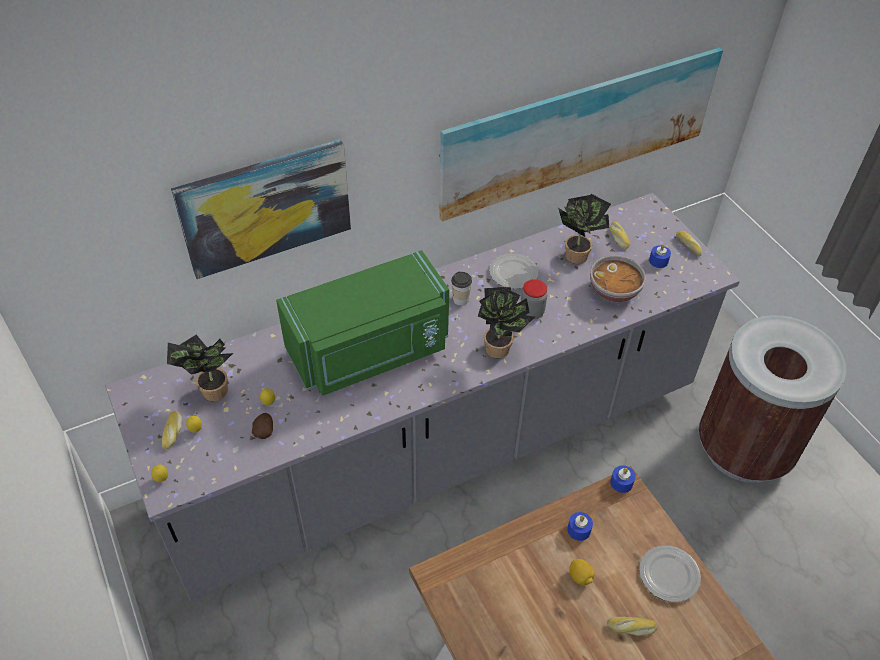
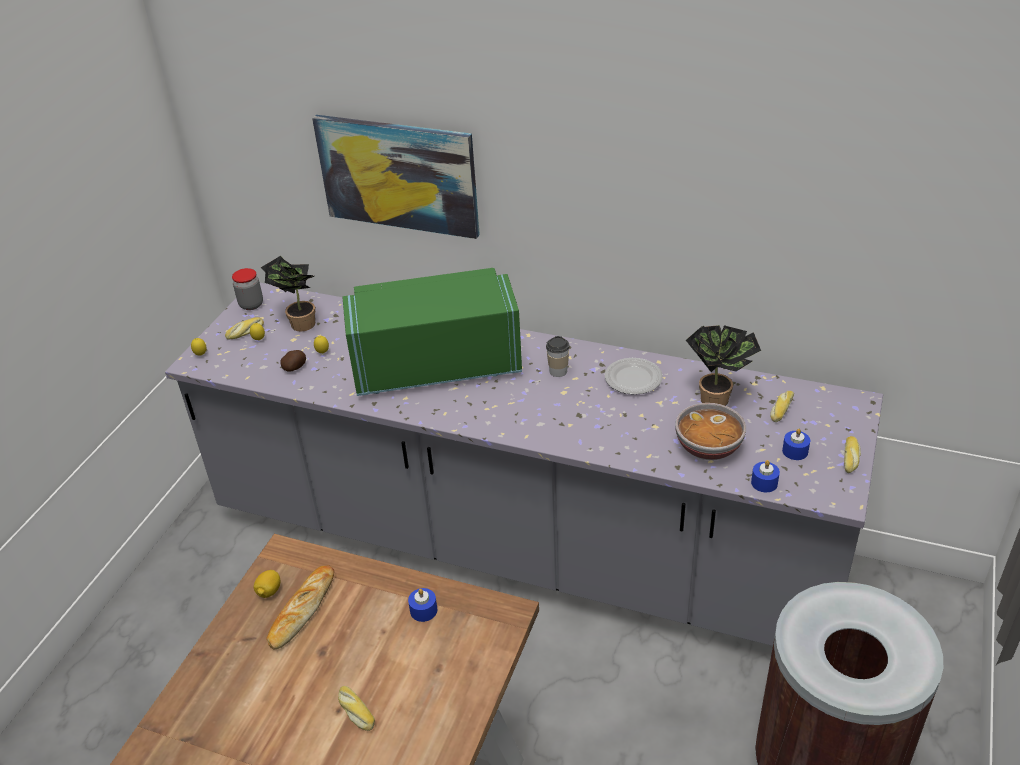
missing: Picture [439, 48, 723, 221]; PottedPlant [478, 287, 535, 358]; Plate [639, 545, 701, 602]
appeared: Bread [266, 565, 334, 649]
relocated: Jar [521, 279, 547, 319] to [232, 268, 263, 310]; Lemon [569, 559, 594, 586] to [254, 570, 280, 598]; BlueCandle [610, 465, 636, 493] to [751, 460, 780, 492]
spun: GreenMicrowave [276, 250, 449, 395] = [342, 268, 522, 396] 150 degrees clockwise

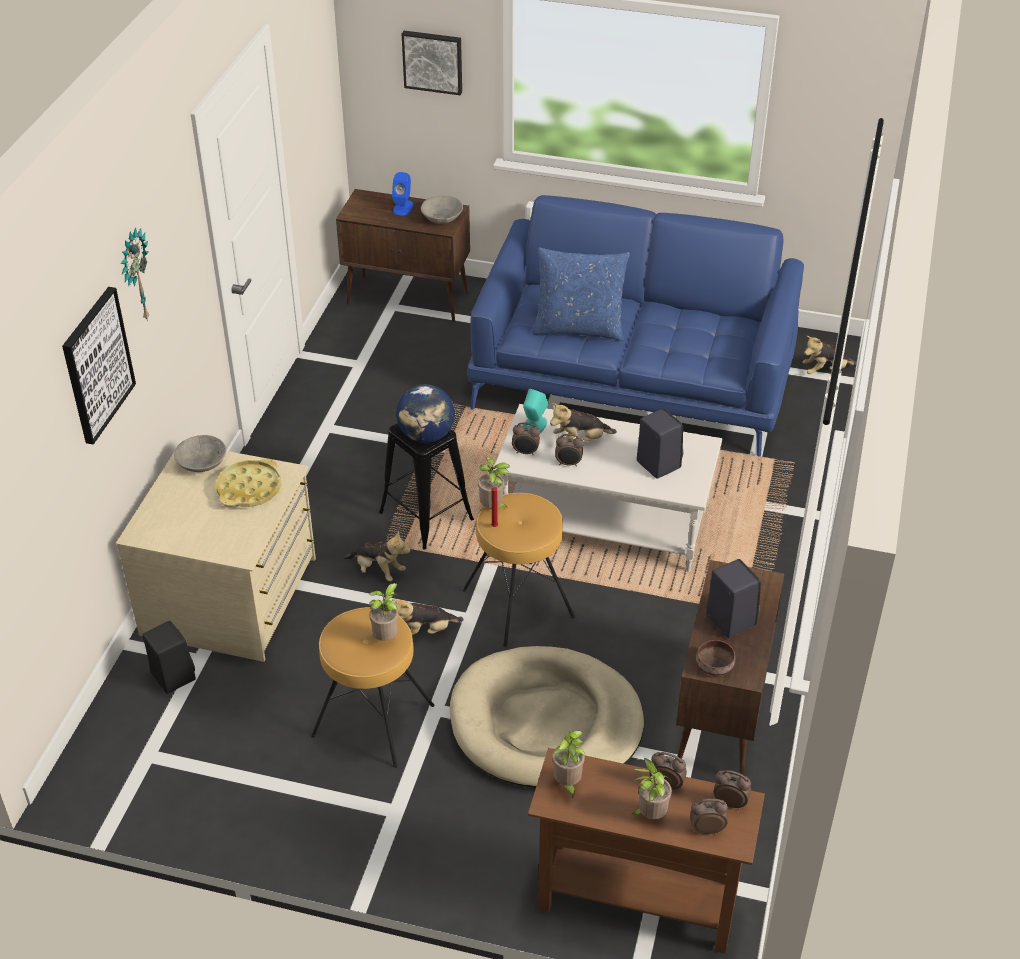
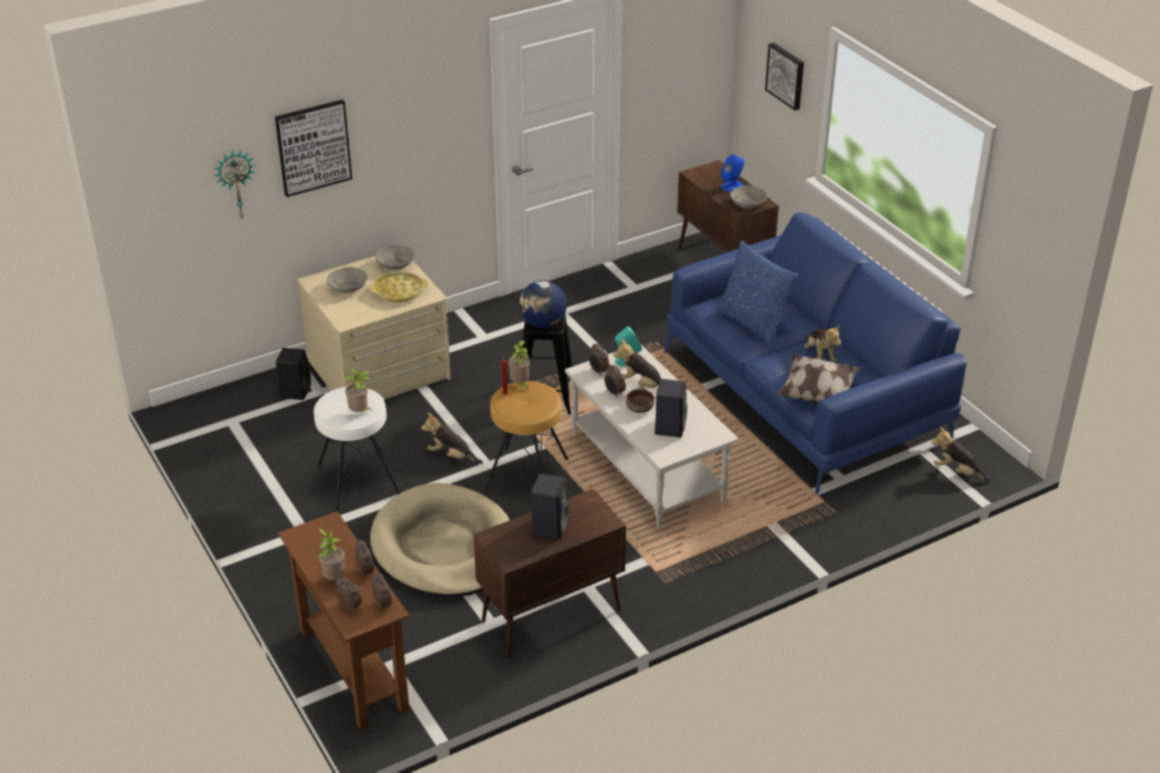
missing: PottedPlant [552, 731, 586, 799]
appeared: GreyBowl [327, 267, 368, 293]; Pillow [777, 354, 861, 404]
relocated: WallClock [121, 227, 150, 321] to [214, 150, 256, 221]; BrownBowl [696, 640, 735, 676] to [626, 389, 654, 413]; PlushToy [344, 530, 410, 581] to [804, 325, 841, 362]
colour: BrownStool [311, 607, 434, 768] to WhiteStool [314, 387, 400, 512]

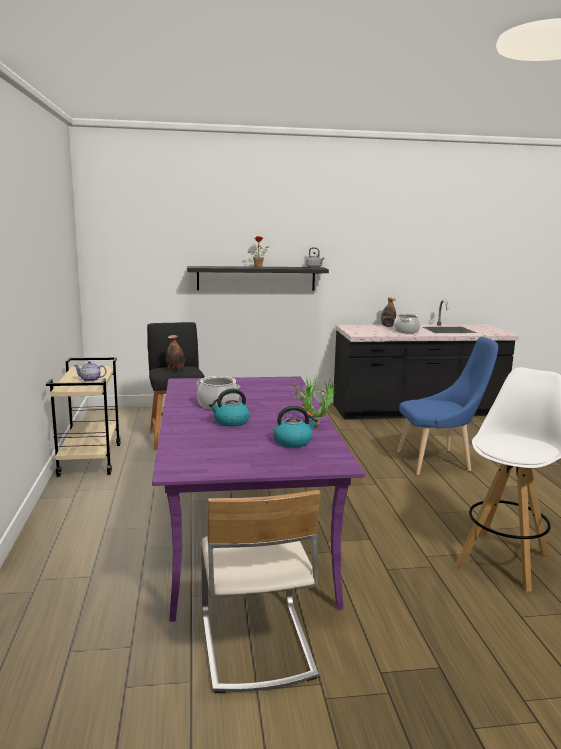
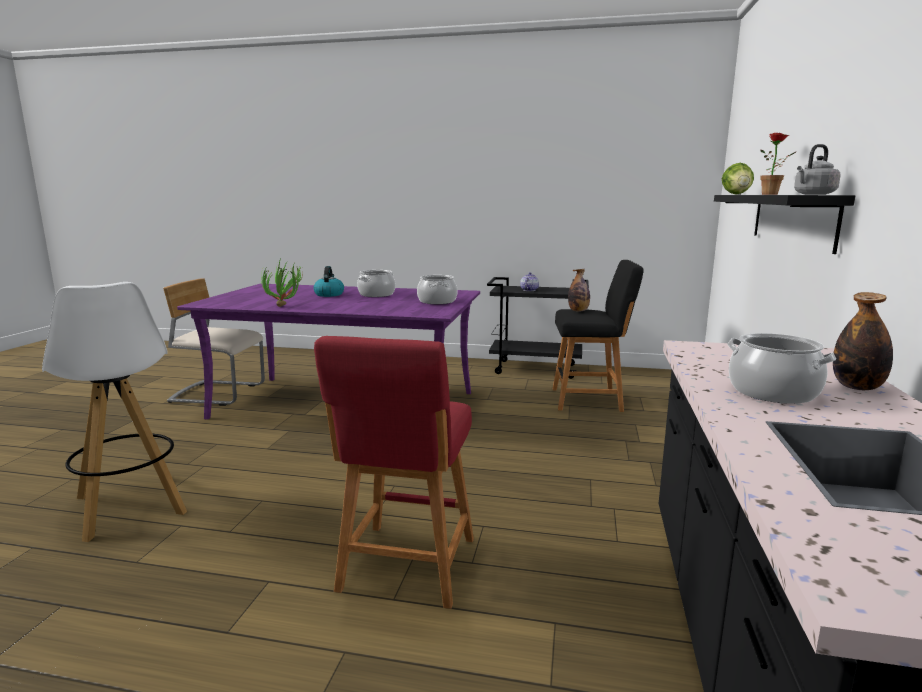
missing: Kettle [273, 406, 318, 448]
appeared: CookingPot [417, 275, 457, 304]; Lettuce [722, 163, 754, 195]
exchanged: BlueChair [397, 337, 498, 475] to RedStool [314, 336, 474, 609]
colour: BeigeCart [46, 357, 121, 477] to BlackCart [487, 277, 589, 379]

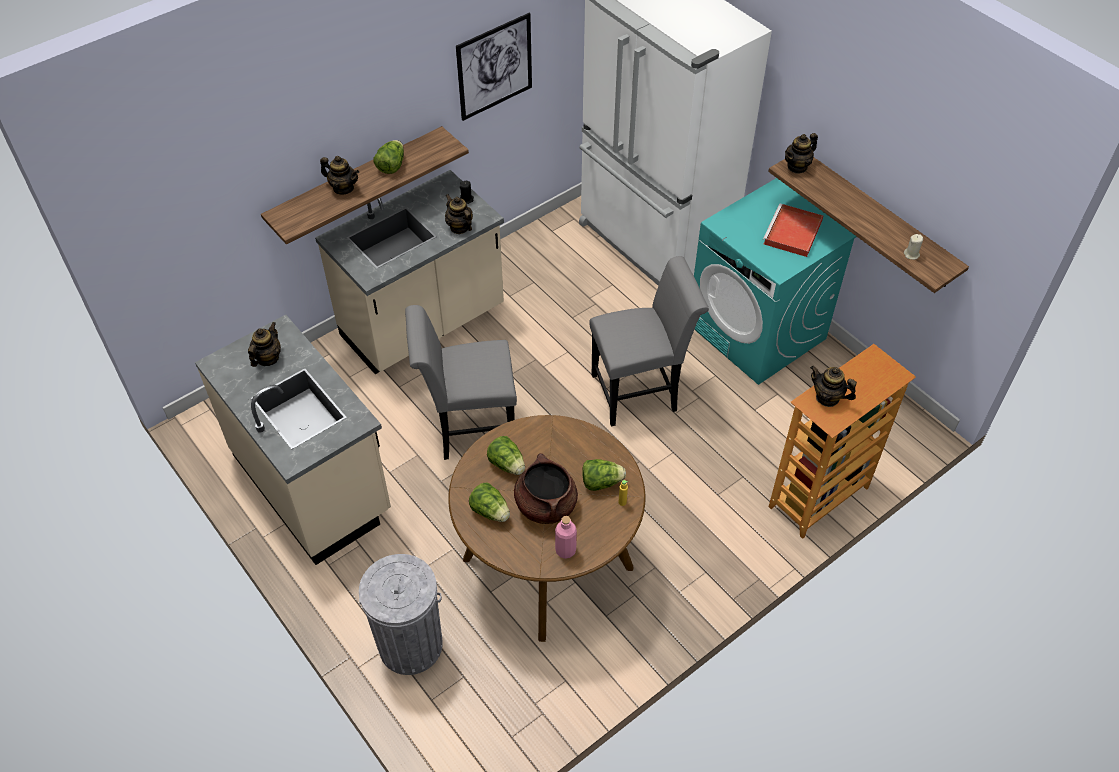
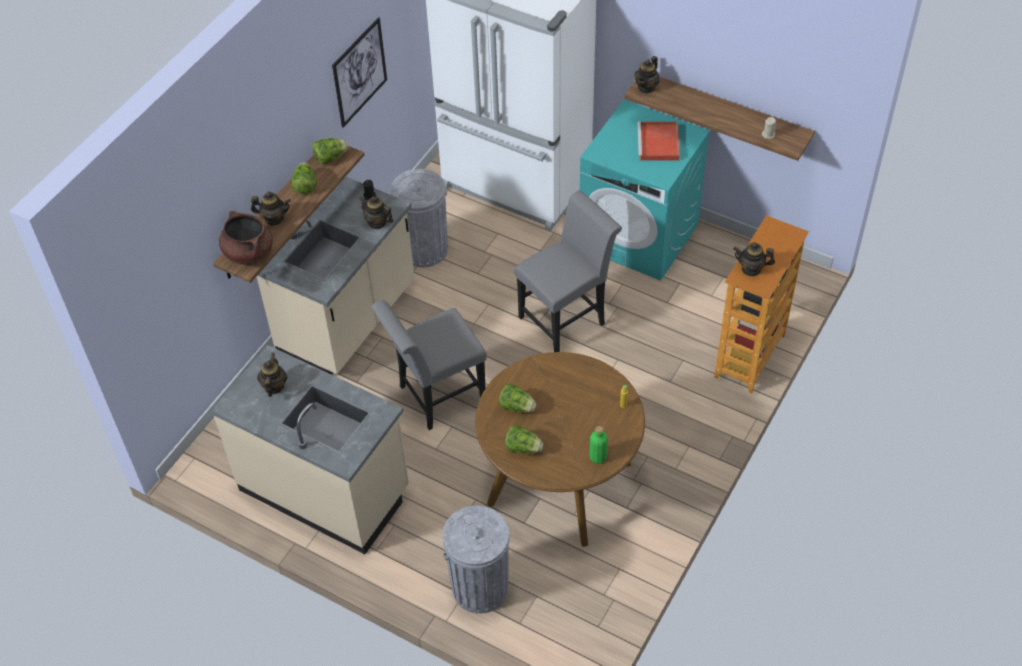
appeared: GreyTrashCan [390, 169, 448, 267]
relocated: BrownCookingPot [514, 453, 578, 524] to [219, 211, 273, 265]; Lettuce [582, 459, 626, 491] to [313, 138, 348, 164]
colour: PinkBottle [555, 516, 577, 559] to GreenBottle [589, 426, 608, 464]

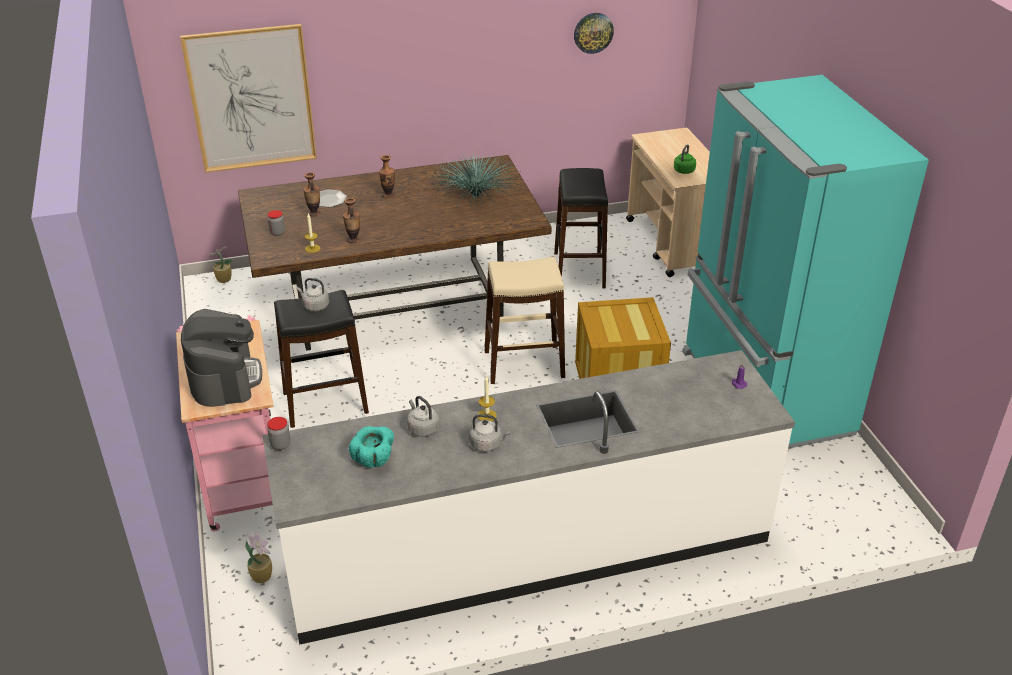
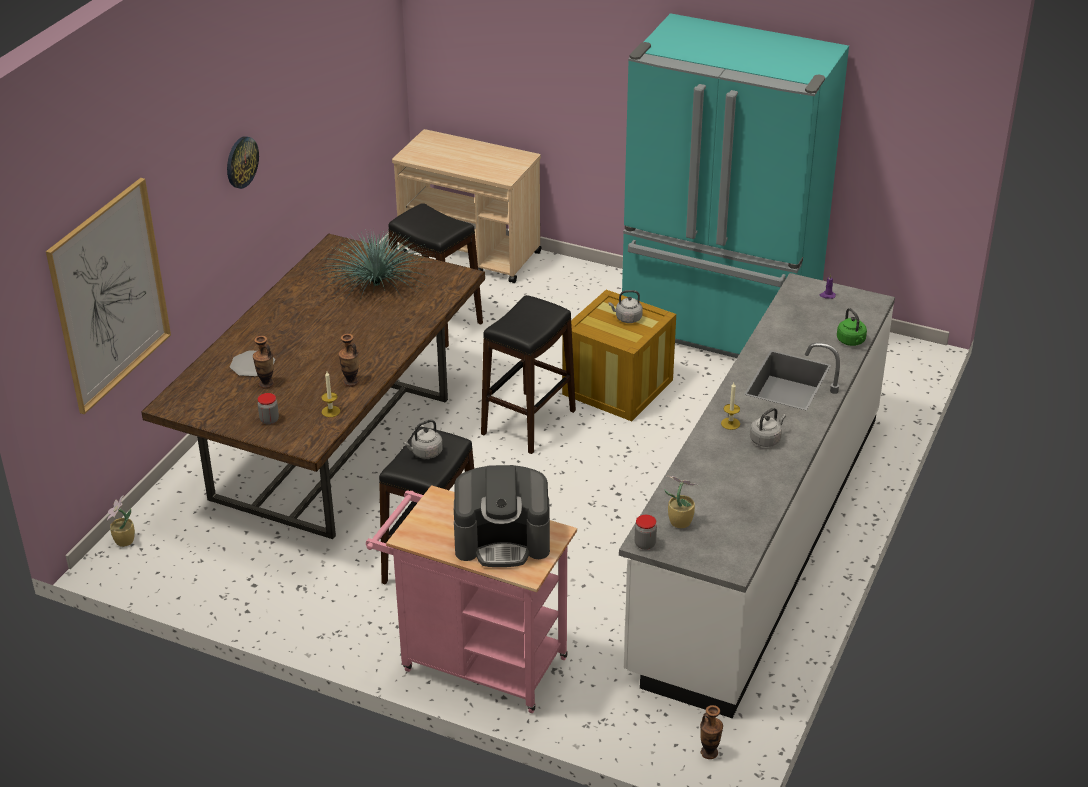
missing: TurquoiseBowl [349, 426, 394, 468]
relocated: WallClock [574, 13, 614, 54] to [227, 136, 259, 189]; GreyKettle [407, 396, 439, 437] to [608, 290, 643, 323]; PottedPlant [245, 533, 272, 583] to [664, 476, 699, 528]; Vase [379, 155, 395, 198] to [700, 705, 723, 759]; GreenKettle [674, 144, 696, 174] to [837, 308, 867, 346]
colour: BeigeStool [485, 257, 565, 384] to BlackStool [481, 295, 576, 454]
spun: CoffeeMachine [181, 309, 262, 407] = [454, 465, 550, 567] 150 degrees clockwise

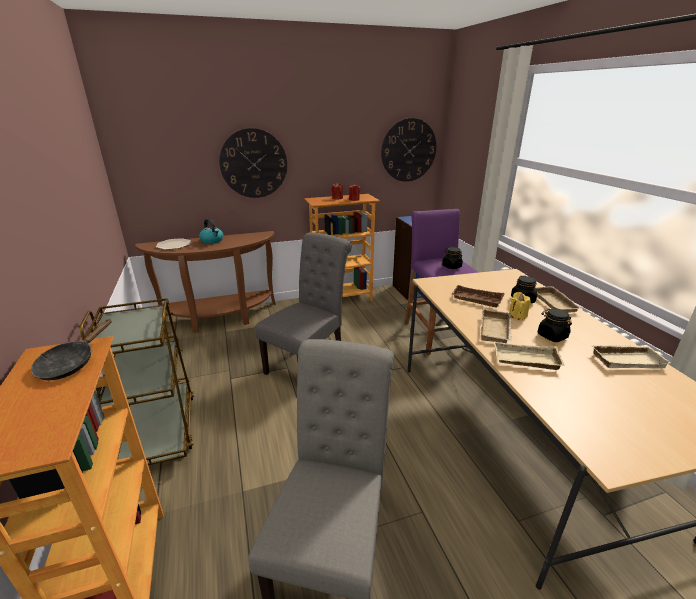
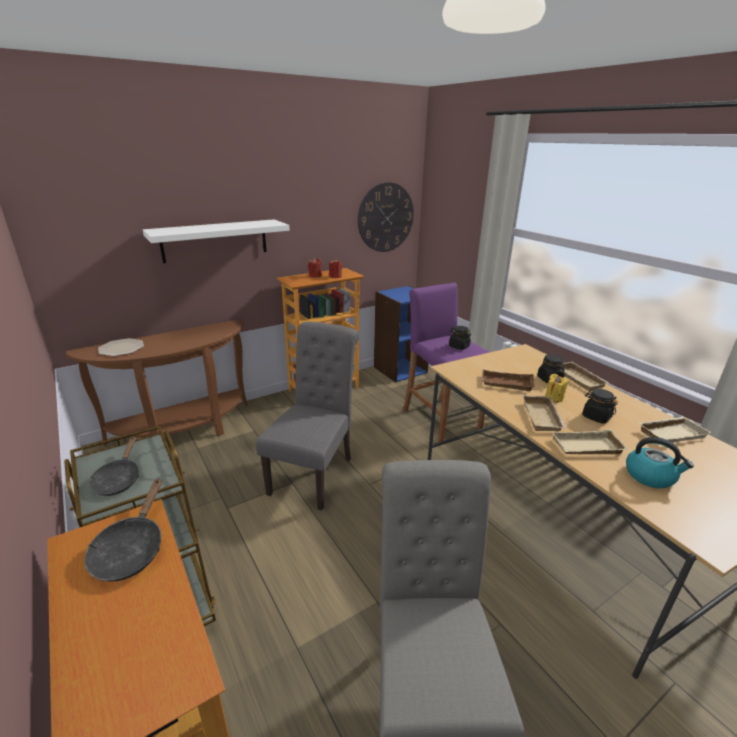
appeared: BlackFryingPan [89, 436, 139, 496]
relocated: Kettle [199, 219, 223, 244] to [626, 437, 694, 488]
exchanged: WallClock [219, 128, 287, 198] to WhiteShelf [143, 219, 290, 263]

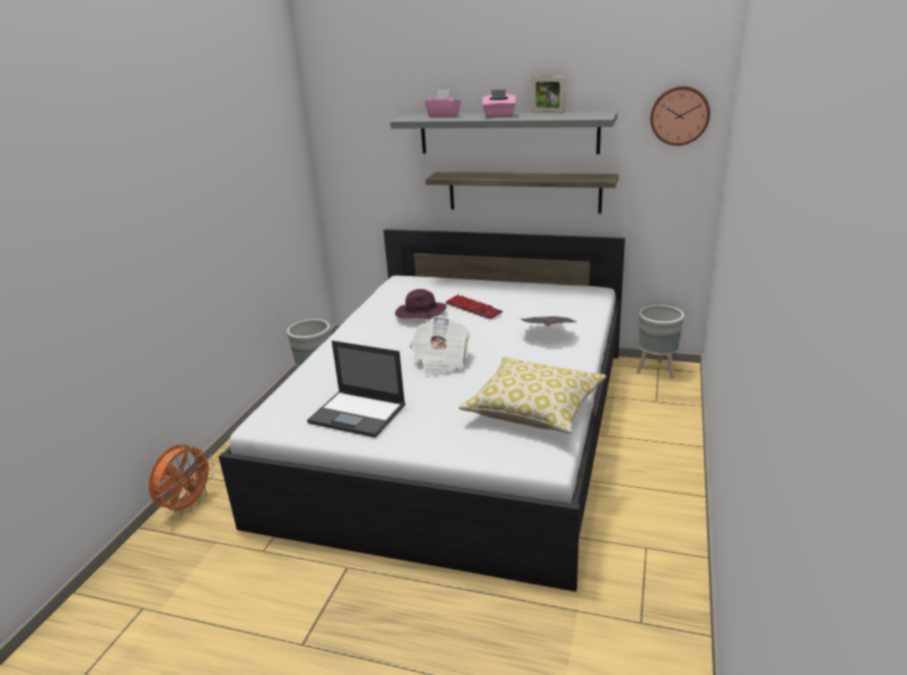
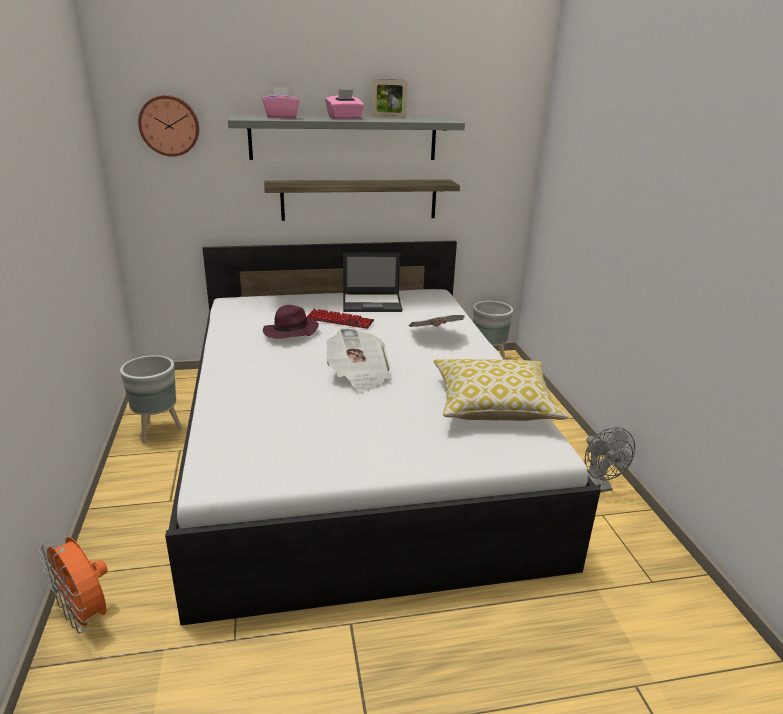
appeared: GreyFan [585, 427, 635, 492]
relocated: WallClock [650, 86, 710, 146] to [138, 95, 199, 157]; Laptop [307, 341, 405, 438] to [343, 252, 403, 312]
spun: OrangeFan [149, 443, 214, 516] = [38, 537, 108, 633] 135 degrees clockwise

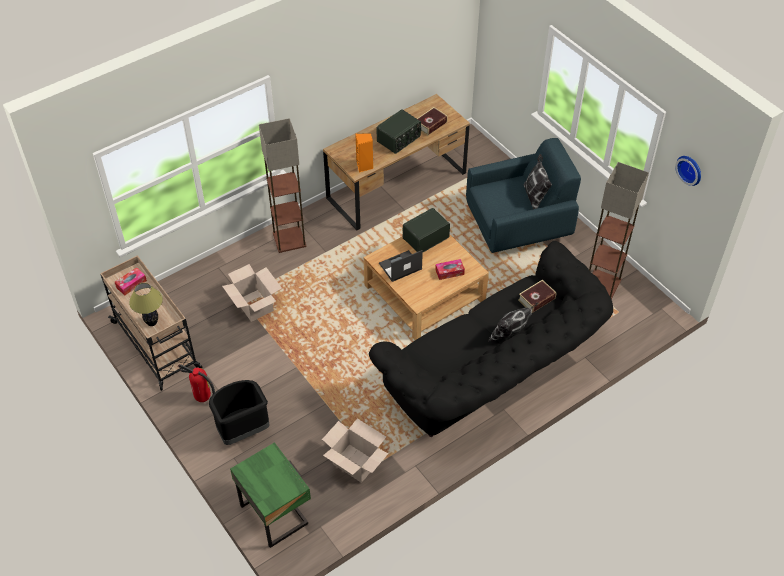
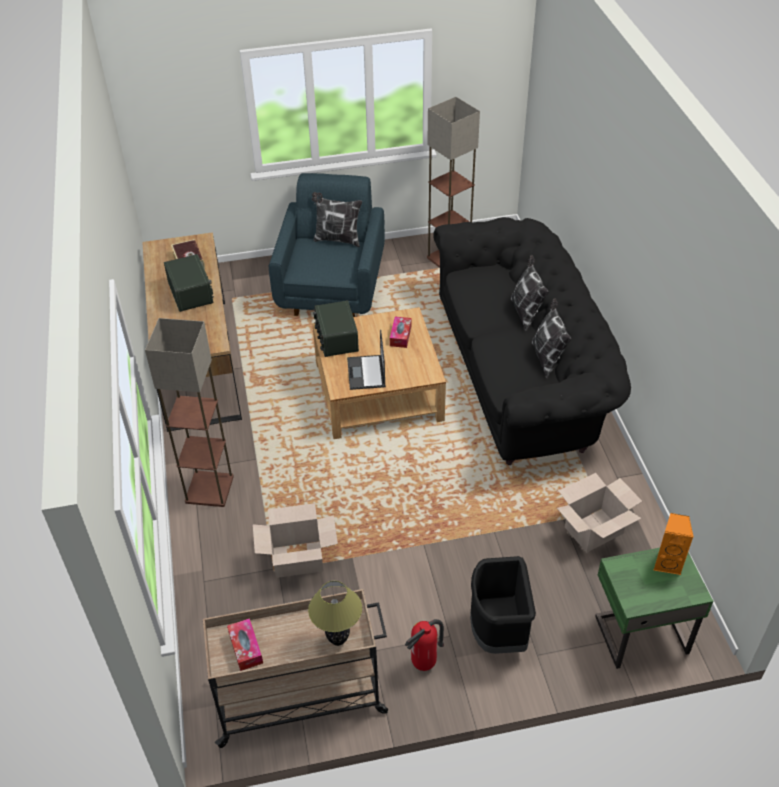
missing: Book [518, 280, 556, 313]; WallClock [675, 156, 701, 186]
appeared: Pillow [532, 298, 572, 379]
relocated: OrangeSpeaker [356, 133, 373, 172] to [654, 513, 694, 575]

